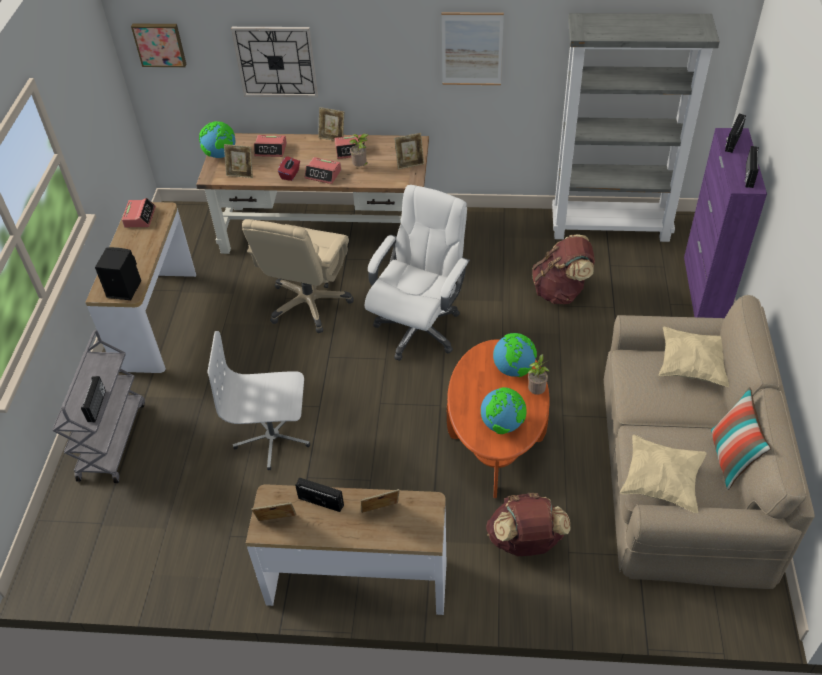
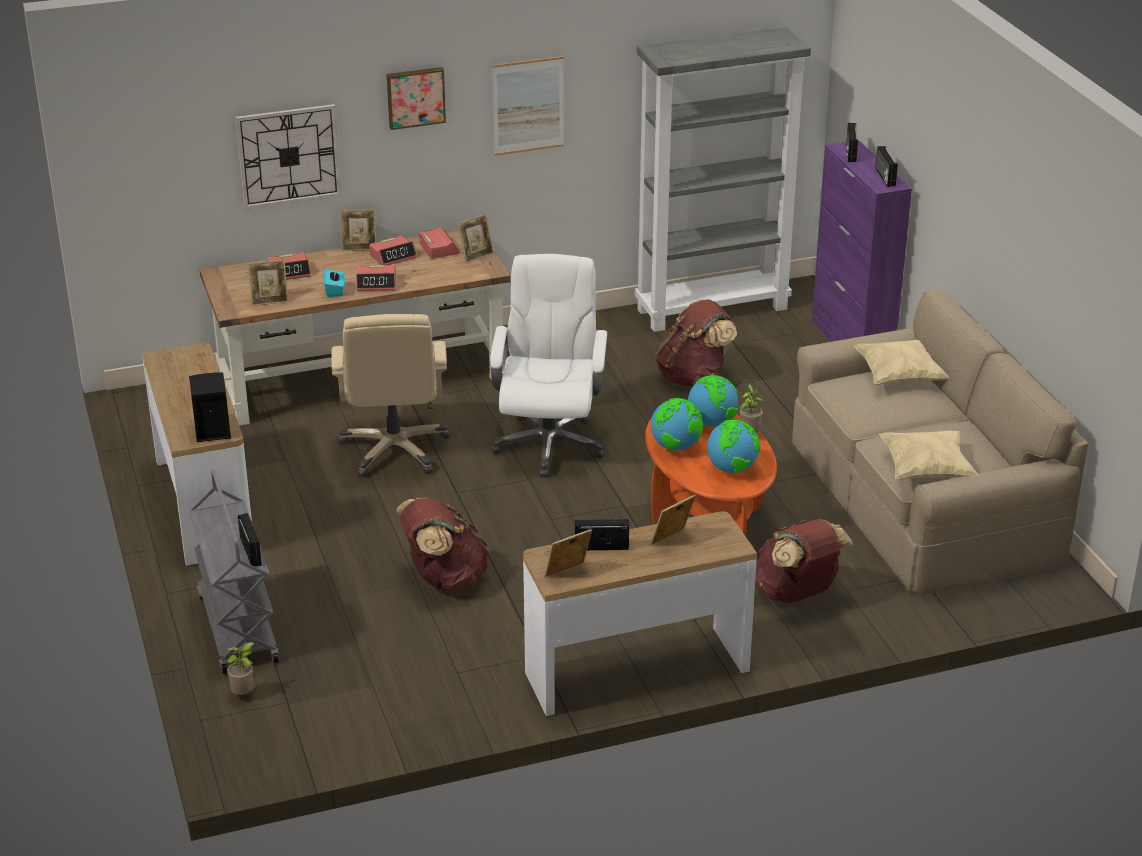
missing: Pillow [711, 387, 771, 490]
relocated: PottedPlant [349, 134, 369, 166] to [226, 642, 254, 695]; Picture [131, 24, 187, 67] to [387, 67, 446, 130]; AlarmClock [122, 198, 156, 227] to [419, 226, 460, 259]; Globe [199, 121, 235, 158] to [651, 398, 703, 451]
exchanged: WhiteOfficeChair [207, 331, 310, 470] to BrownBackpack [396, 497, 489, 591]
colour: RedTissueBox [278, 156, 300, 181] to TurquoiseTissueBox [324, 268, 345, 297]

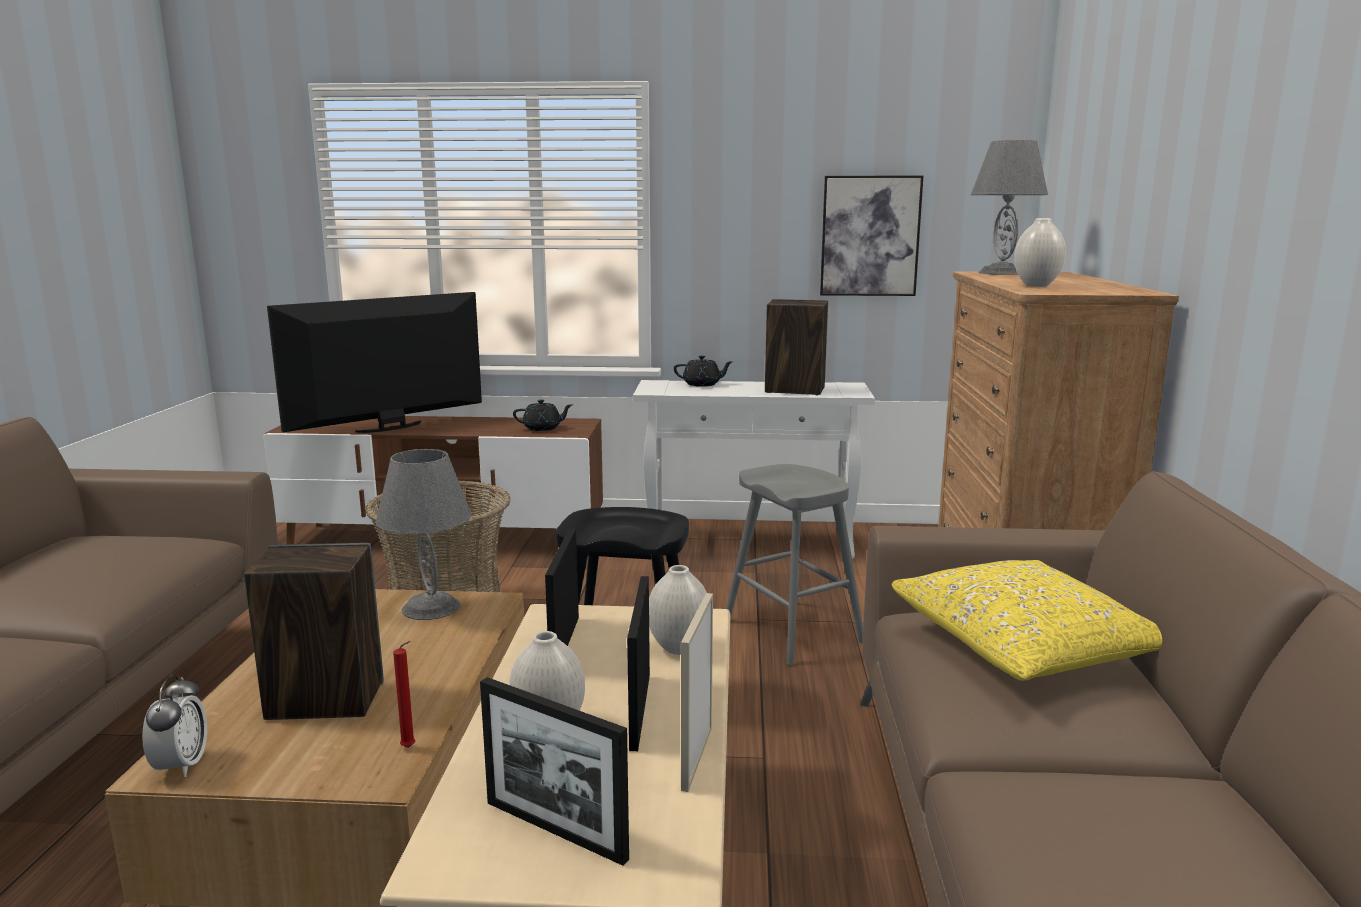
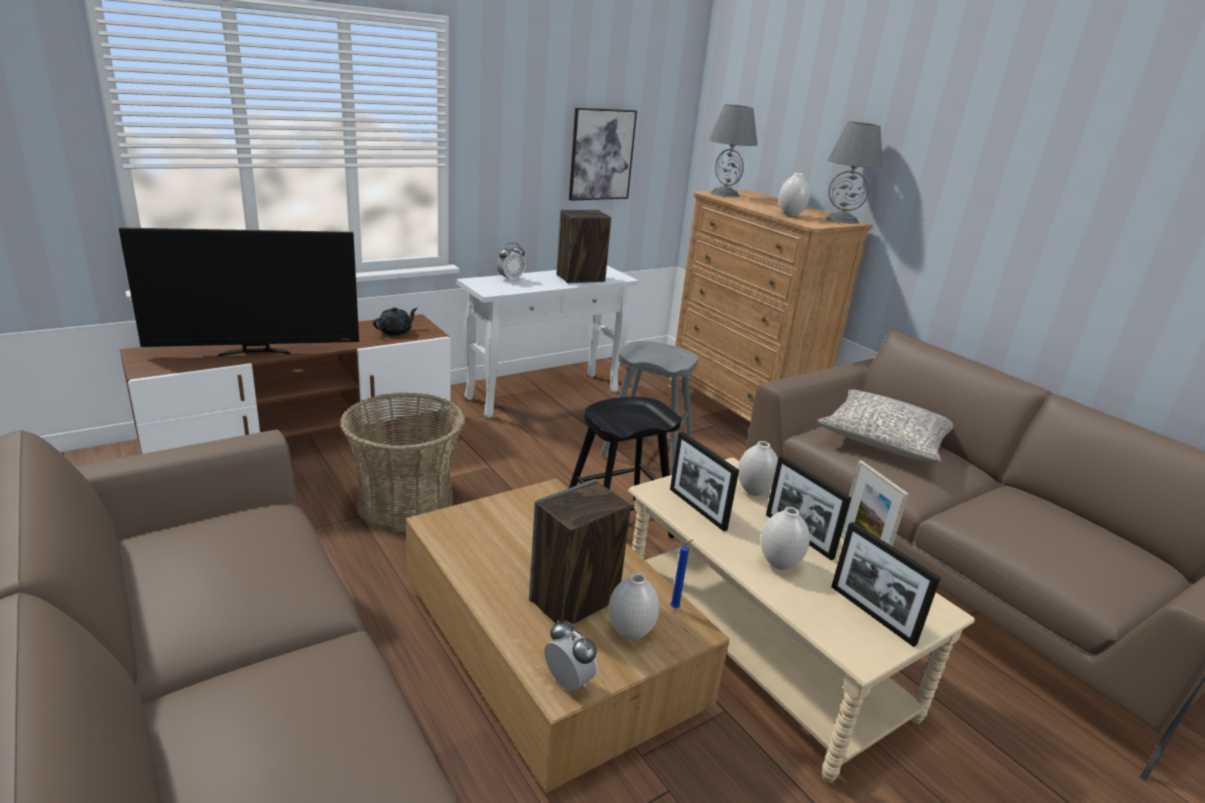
appeared: WhiteVase [608, 573, 660, 640]
relocated: GreyTableLamp [375, 449, 472, 620] to [825, 122, 883, 224]
exchanged: BlackTeapot [674, 355, 733, 387] to AlarmClock [497, 243, 525, 281]
colour: RedCandle [393, 641, 415, 748] to BlueCandle [670, 539, 694, 608]; YellowPillow [892, 560, 1162, 681] to GreyPillow [817, 389, 954, 463]
spun: Television [267, 292, 482, 433] = [119, 227, 359, 356] 120 degrees counterclockwise; PictureFrame [480, 677, 629, 866] = [831, 522, 941, 647] 60 degrees clockwise

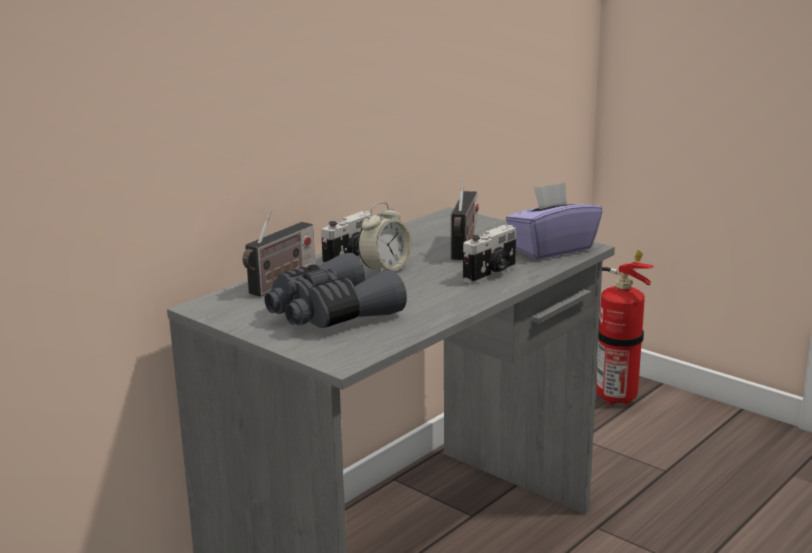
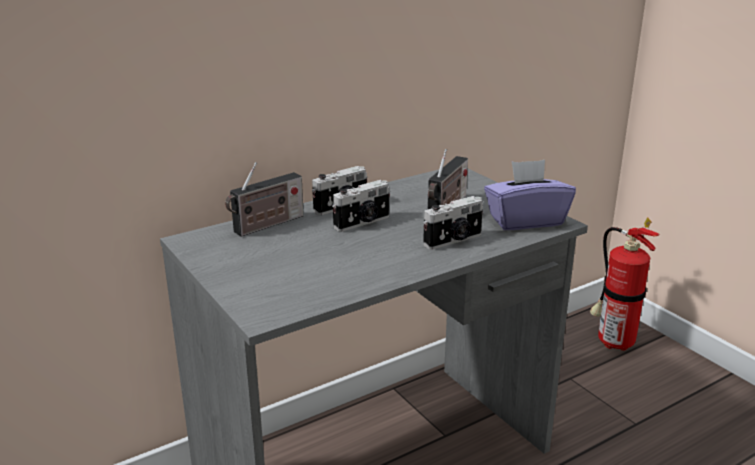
missing: GreyBinoculars [265, 253, 407, 328]
exchanged: AlarmClock [358, 202, 411, 272] to PhotoCamera [332, 180, 390, 232]

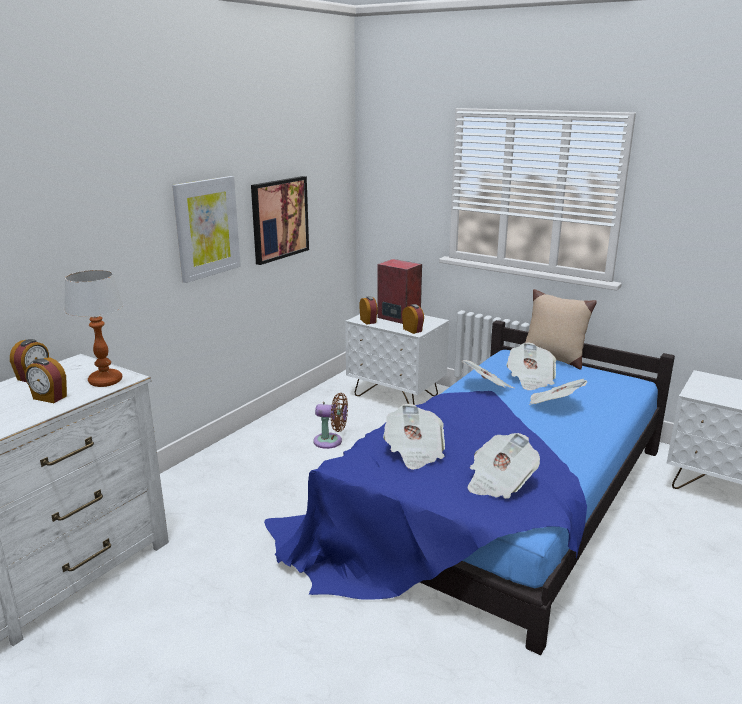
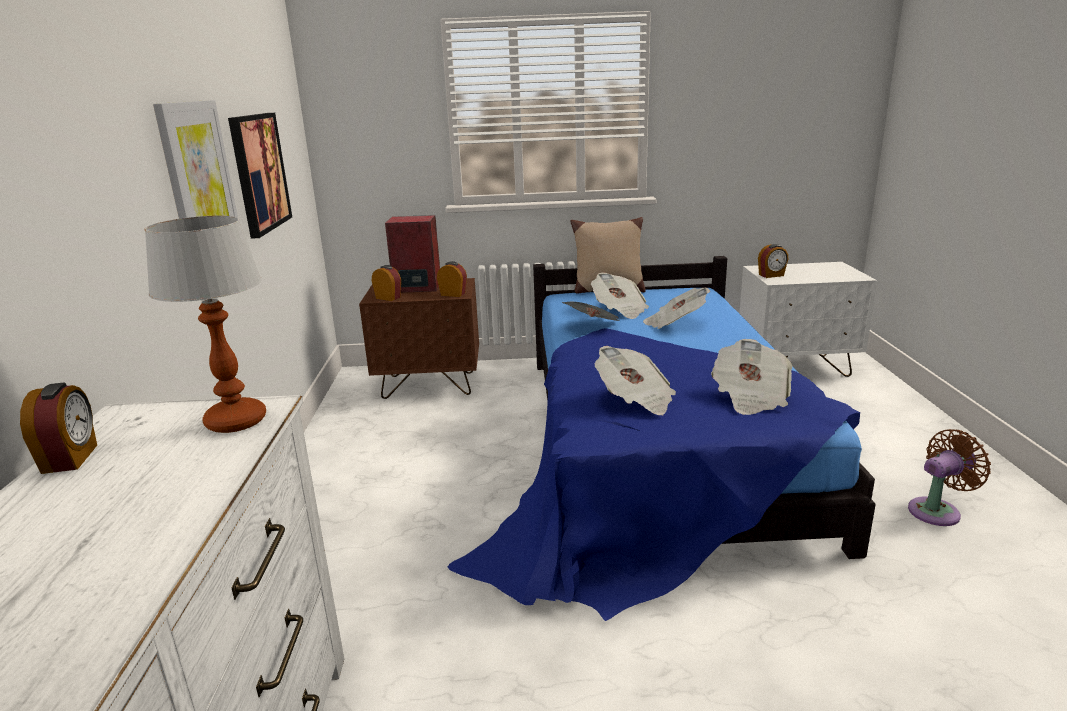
relocated: AlarmClock [25, 357, 67, 403] to [758, 244, 788, 278]; BrownFan [313, 393, 348, 449] to [908, 429, 991, 526]
colour: WhiteNightstand [345, 314, 449, 405] to BrownNightstand [359, 278, 479, 399]

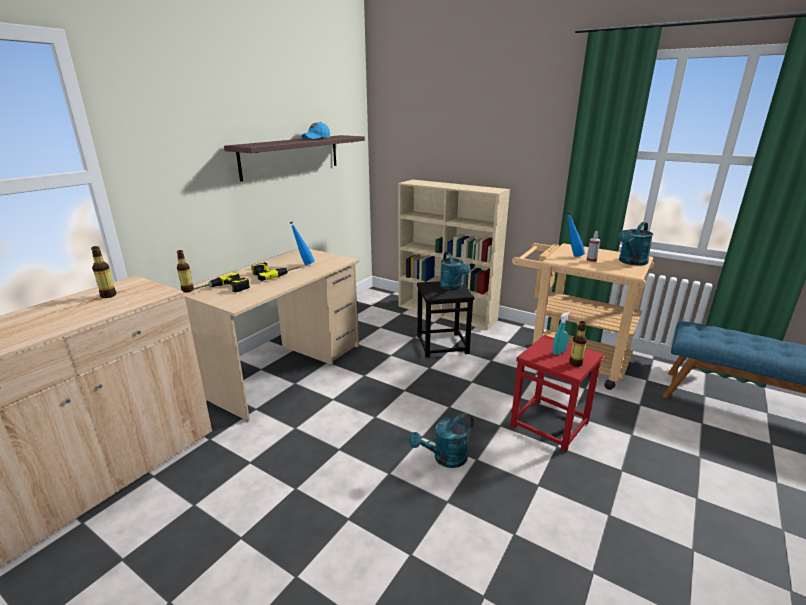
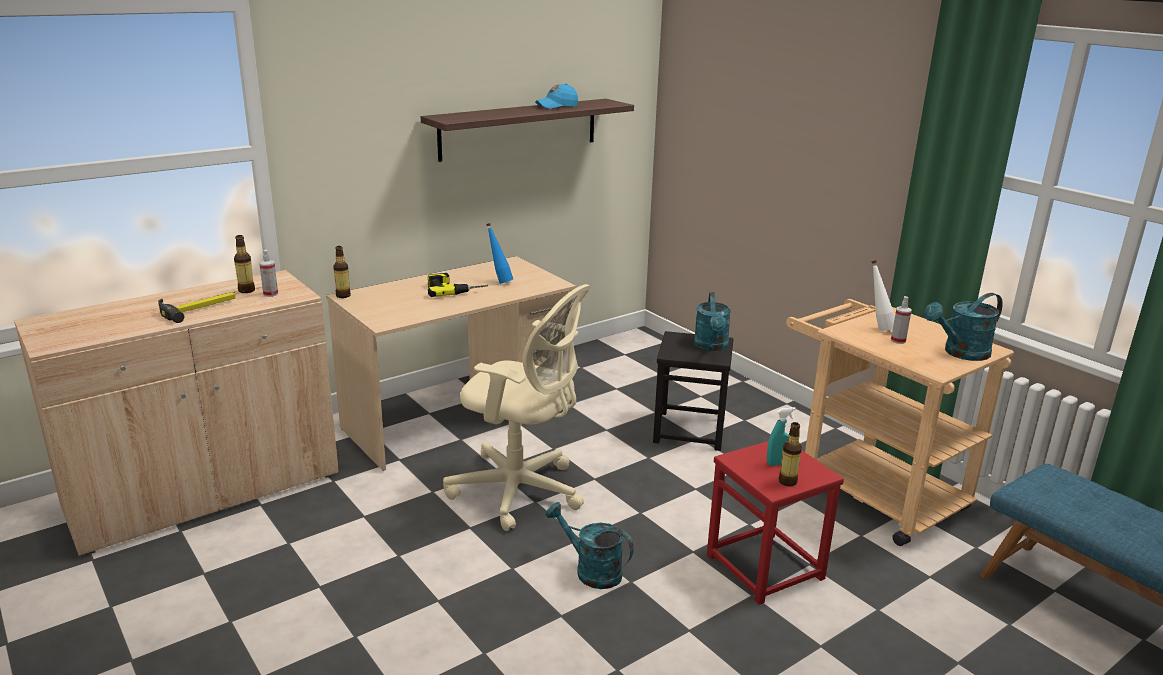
missing: PowerDrill [194, 272, 250, 293]; BeigeBookcase [398, 180, 510, 330]
appeared: Hammer [158, 292, 236, 323]; SprayBottle [259, 250, 278, 297]; BeigeOfficeChair [443, 284, 590, 531]
colour: BlueBottle [566, 211, 585, 257] to WhiteBottle [871, 260, 895, 331]
spun: TurquoiseWateringCan [409, 413, 474, 468] = [546, 502, 634, 589] 45 degrees clockwise

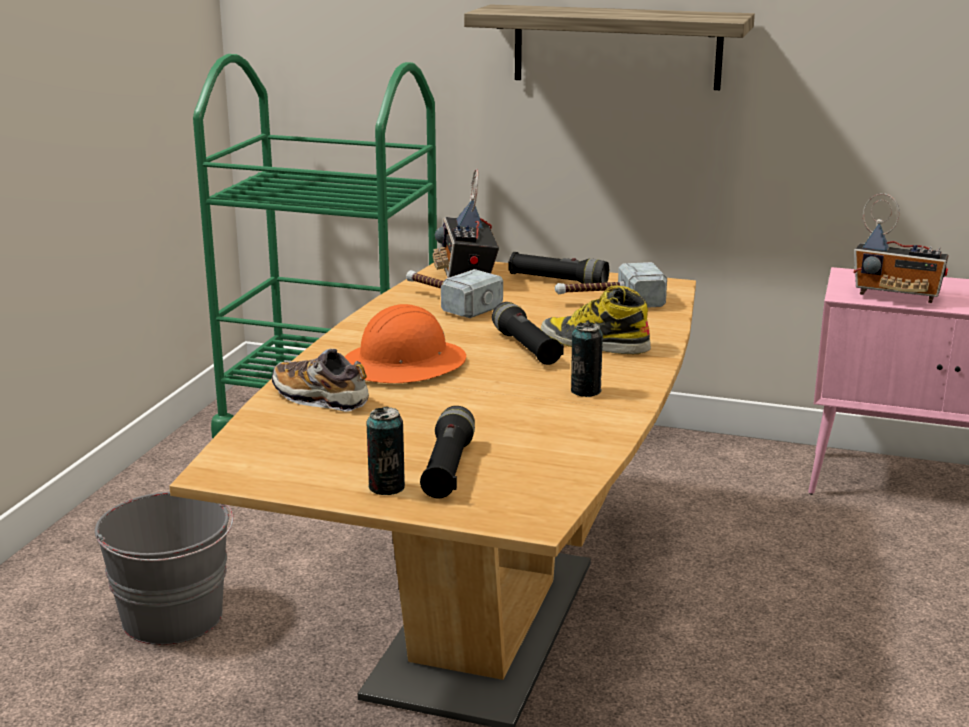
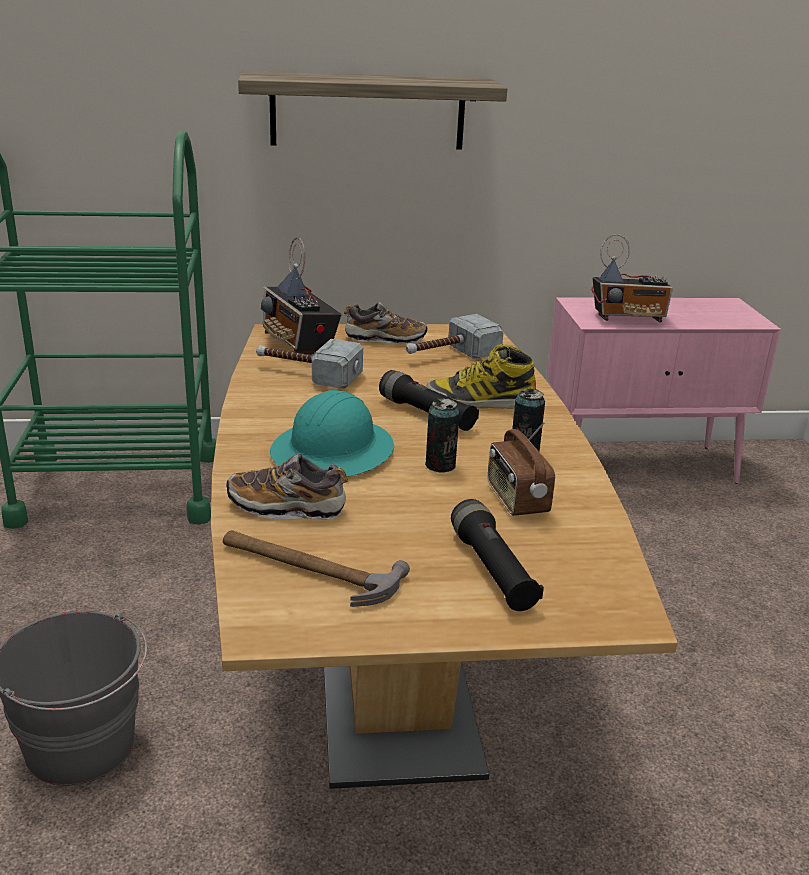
appeared: Hammer [223, 531, 410, 607]; Radio [488, 421, 555, 516]
relocated: Can [367, 407, 405, 495] to [425, 398, 459, 473]
exchanged: BlackFlashlight [508, 252, 609, 284] to Shoe [344, 302, 428, 344]
colour: OrangeHardHat [345, 304, 466, 383] to TurquoiseHardHat [270, 390, 394, 477]

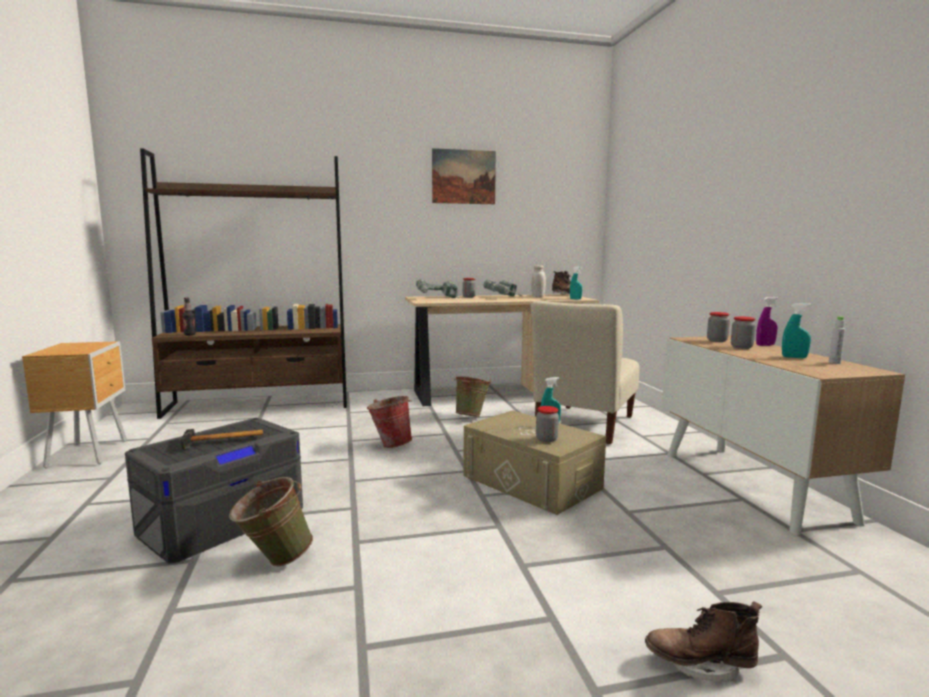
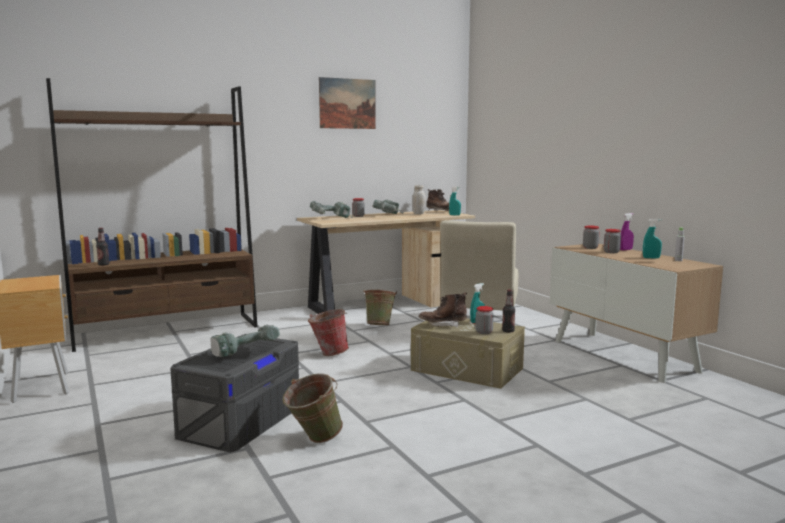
appeared: Bottle [502, 290, 515, 333]
relocated: BrownBoot [645, 601, 762, 682] to [419, 292, 467, 327]
exchanged: Hammer [181, 429, 263, 449] to PowerDrill [210, 324, 280, 357]

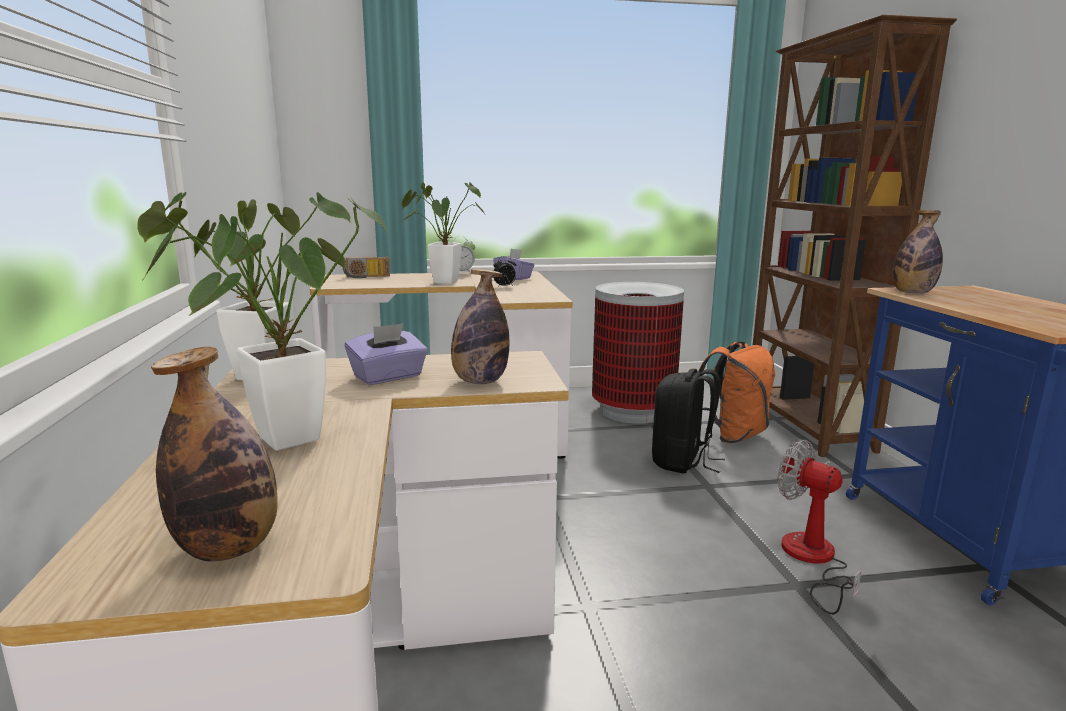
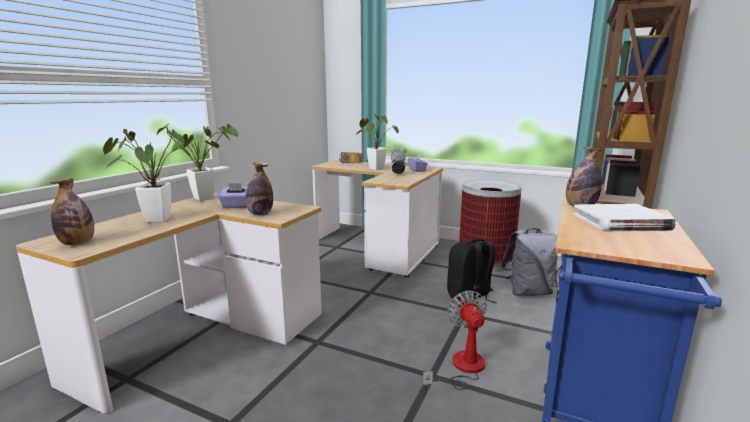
appeared: WhiteBook [573, 204, 676, 231]
colour: OrangeBackpack [698, 341, 775, 443] to GreyBackpack [501, 228, 558, 296]

